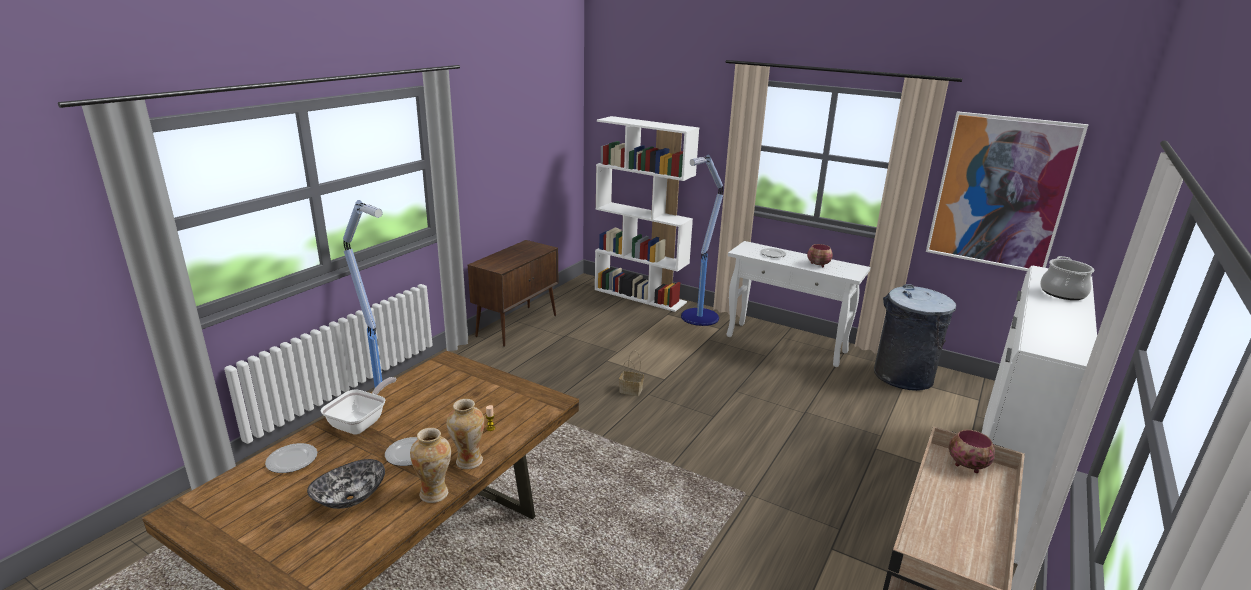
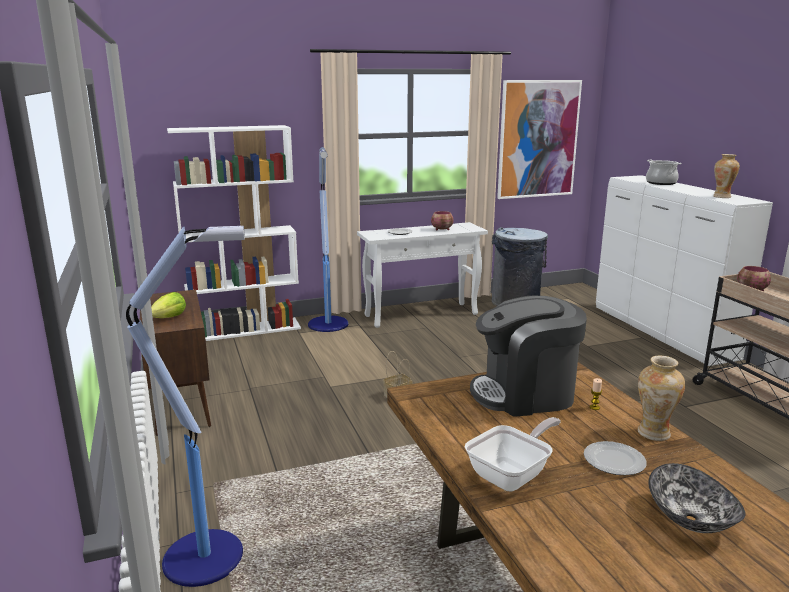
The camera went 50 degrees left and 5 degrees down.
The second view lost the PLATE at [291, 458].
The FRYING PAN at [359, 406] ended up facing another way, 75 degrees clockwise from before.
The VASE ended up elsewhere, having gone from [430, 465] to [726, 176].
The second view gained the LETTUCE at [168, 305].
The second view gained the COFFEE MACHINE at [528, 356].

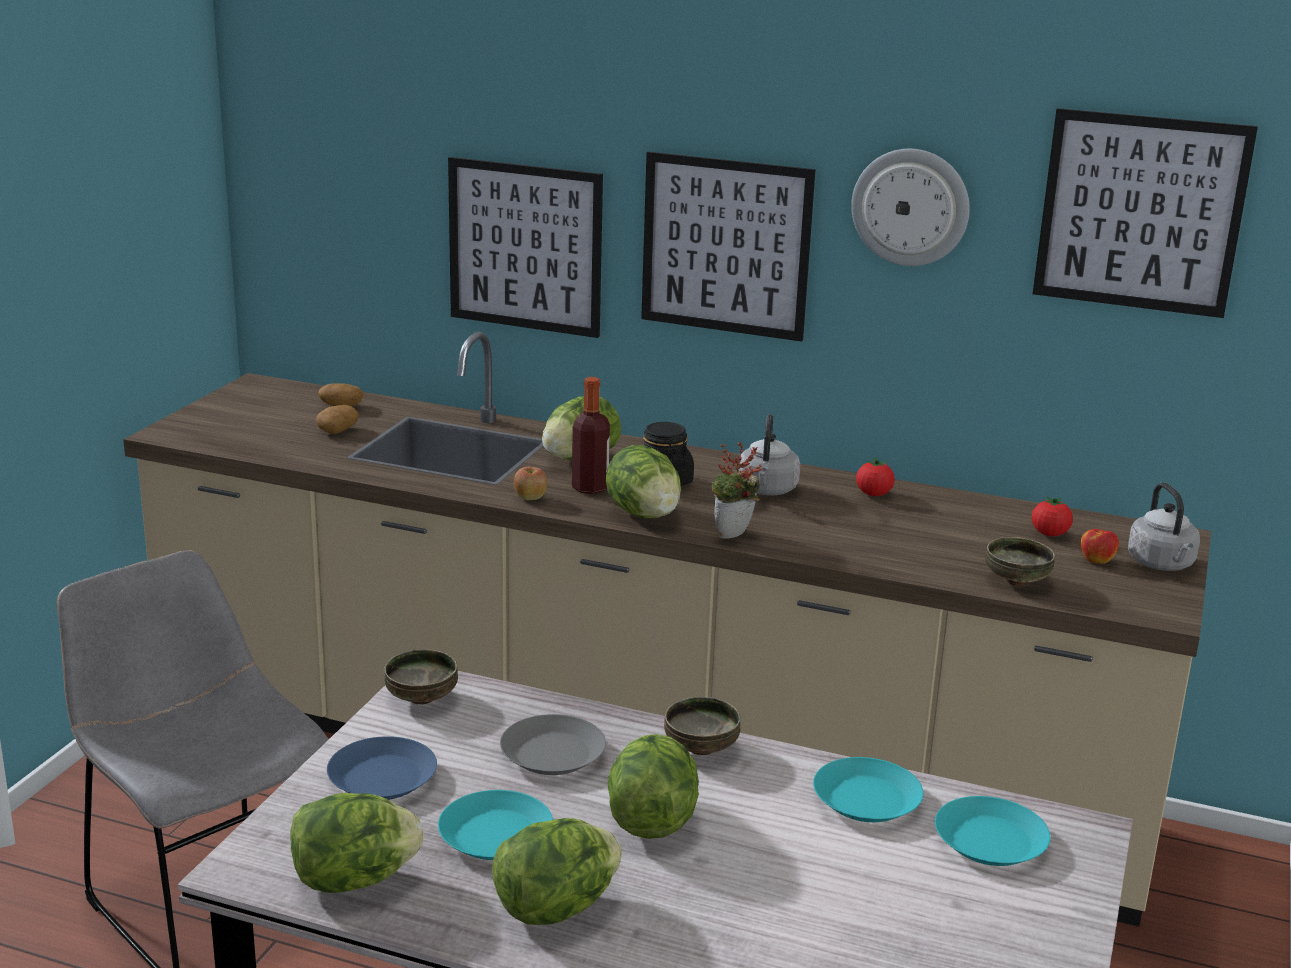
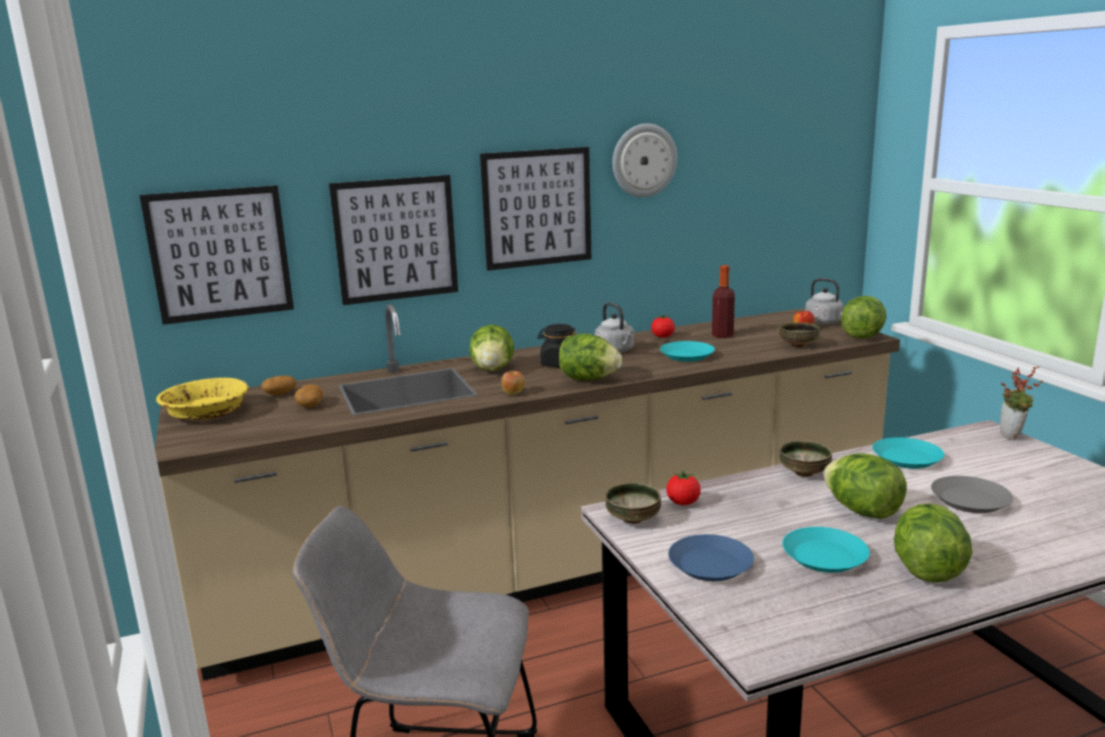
The camera went 40 degrees left and 5 degrees down.
The LETTUCE ended up elsewhere, having gone from [356, 843] to [863, 317].
The GREY PLATE ended up elsewhere, having gone from [553, 744] to [972, 494].
The BOTTLE ended up elsewhere, having gone from [591, 435] to [723, 301].
The POTTED PLANT ended up elsewhere, having gone from [736, 490] to [1021, 403].
The TURQUOISE PLATE ended up elsewhere, having gone from [992, 831] to [687, 351].
The TOMATO ended up elsewhere, having gone from [1052, 516] to [683, 487].
The PICTURE ended up elsewhere, having gone from [1145, 213] to [217, 255].
The second view gained the YELLOW BOWL at [202, 398].

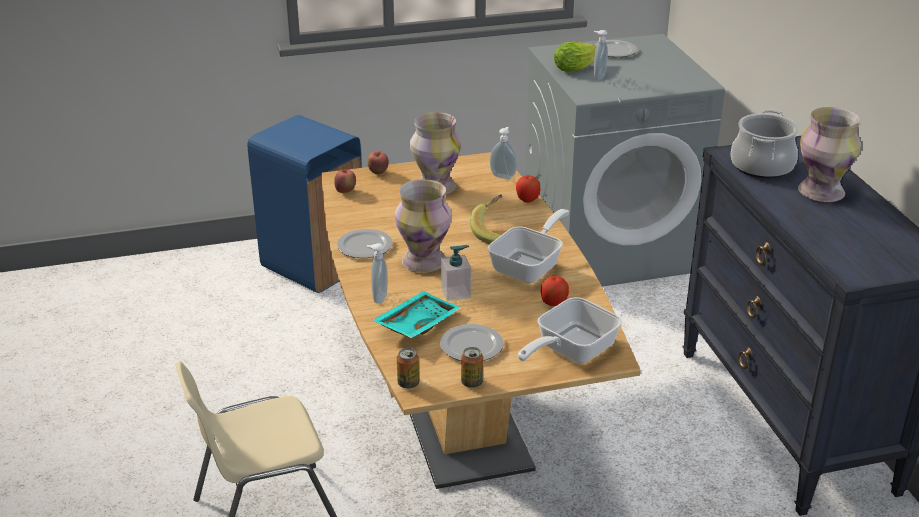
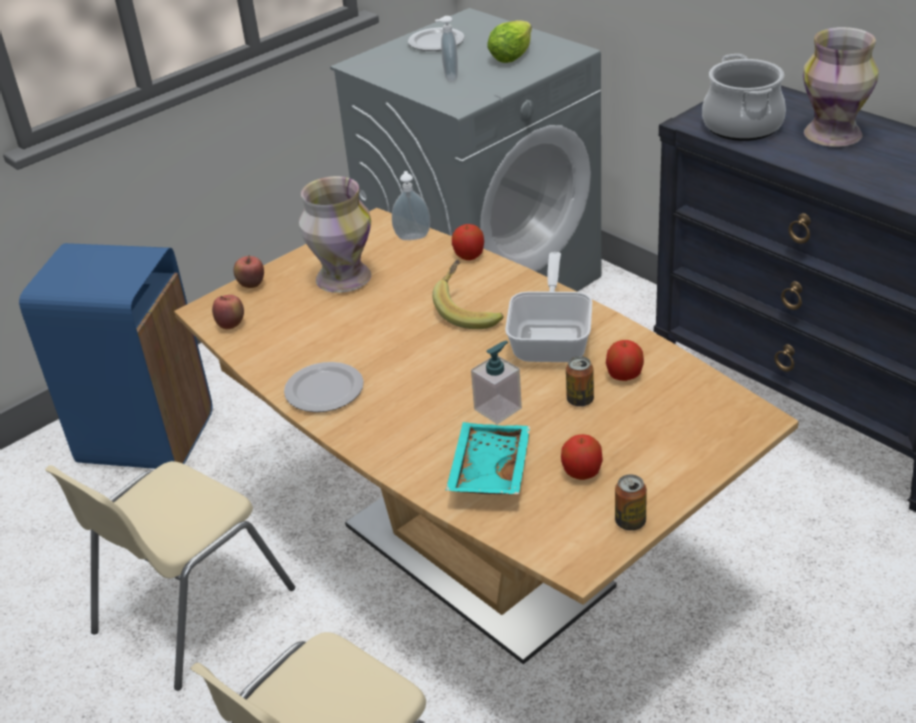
The camera went 25 degrees left and 5 degrees up.
The second view lost the SOAP DISPENSER at [377, 273].
The second view lost the VASE at [423, 226].
The CAN ended up elsewhere, having gone from [408, 368] to [580, 381].
Where the PLATE stood at [472, 342], the APPLE came to stand at [582, 457].
The second view lost the FRYING PAN at [570, 330].
The LETTUCE ended up elsewhere, having gone from [575, 57] to [509, 41].
The second view gained the BEIGE CHAIR at [170, 576].

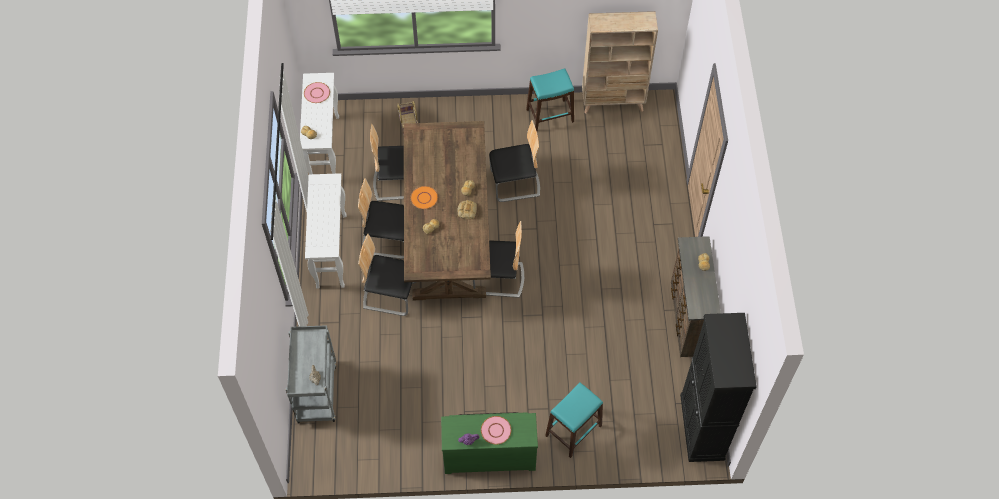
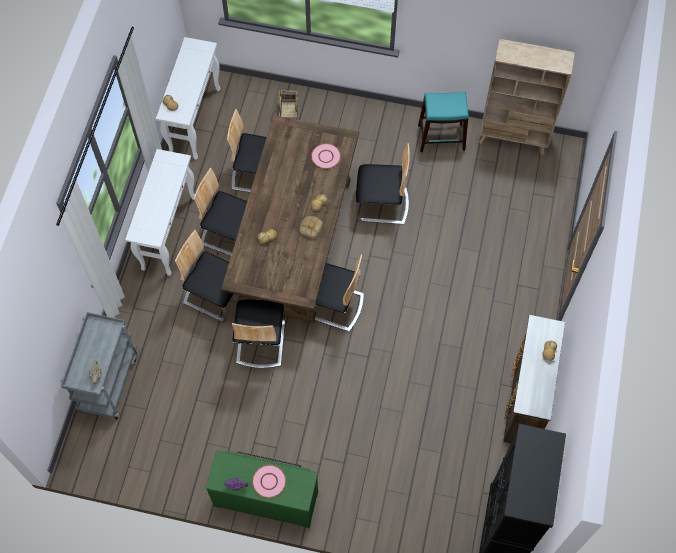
The camera went 15 degrees right and 5 degrees up.
The PINK PLATE ended up elsewhere, having gone from [317, 92] to [326, 156].
The second view lost the ORANGE PLATE at [424, 197].
The second view lost the TURQUOISE STOOL at [574, 420].
The second view gained the CHAIR at [258, 334].

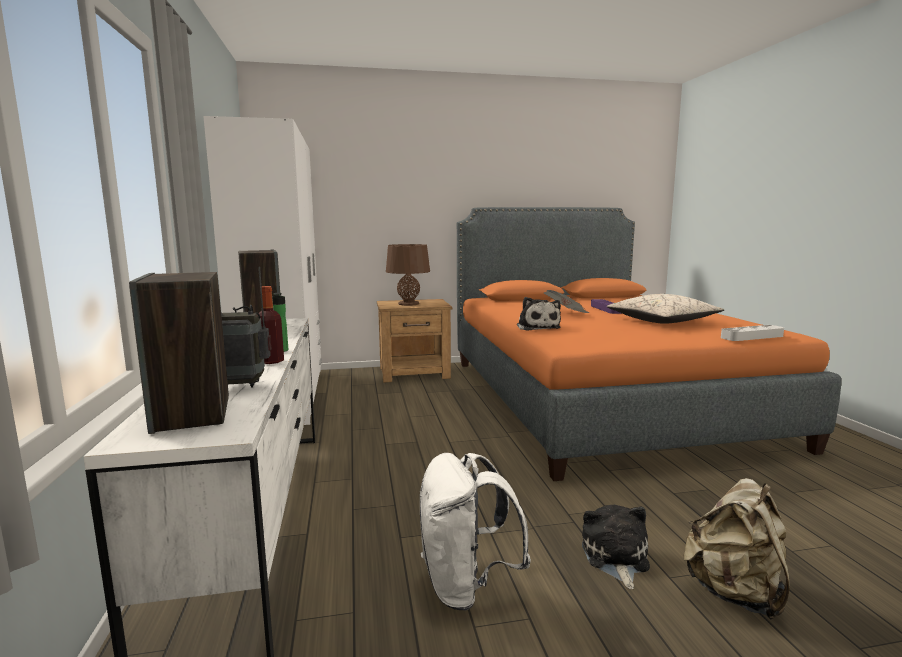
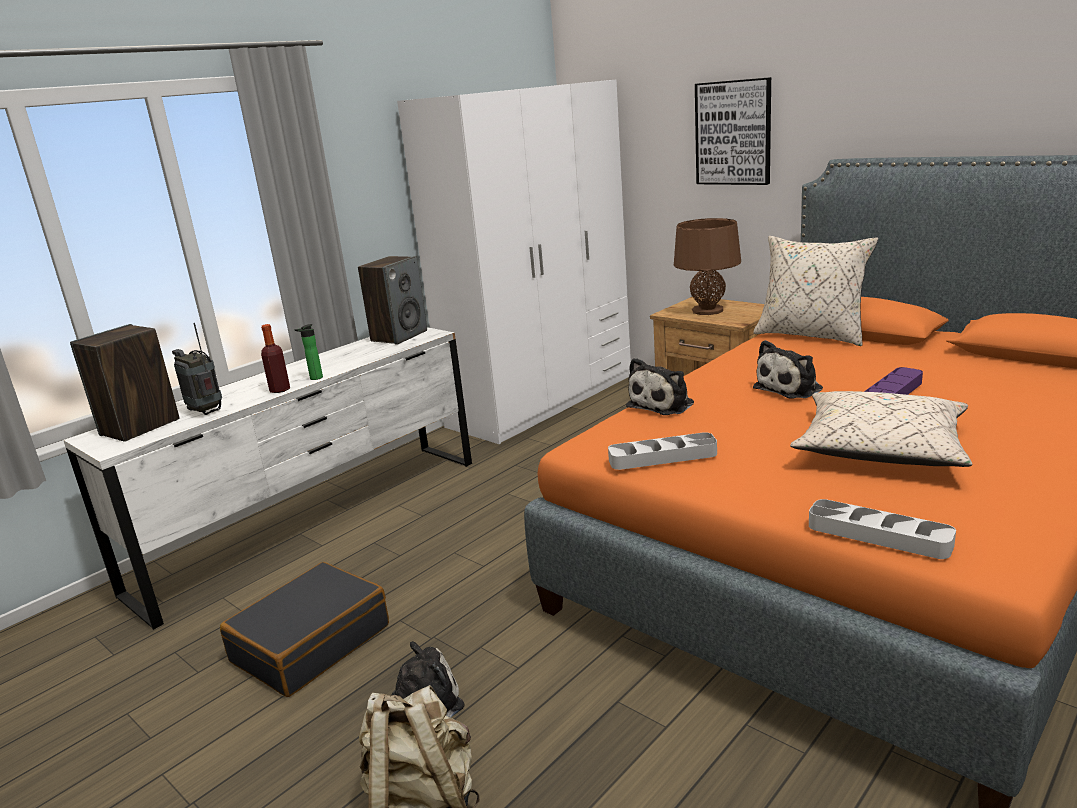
The camera went 55 degrees right and 10 degrees up.
Where the WHITE BACKPACK stood at [475, 531], the BLACK SUITCASE came to stand at [304, 629].
Where the NEWSPAPER stood at [566, 301], the PLUSH TOY came to stand at [788, 369].
The second view gained the GREY TRAY at [662, 451].
The second view gained the PICTURE at [733, 131].
The second view gained the BEIGE PILLOW at [815, 291].

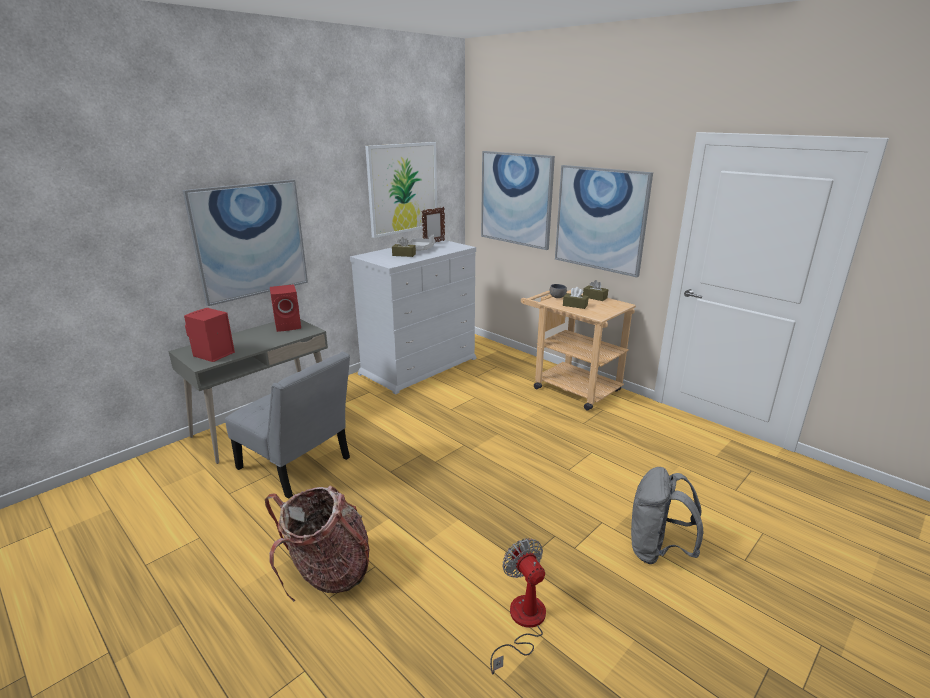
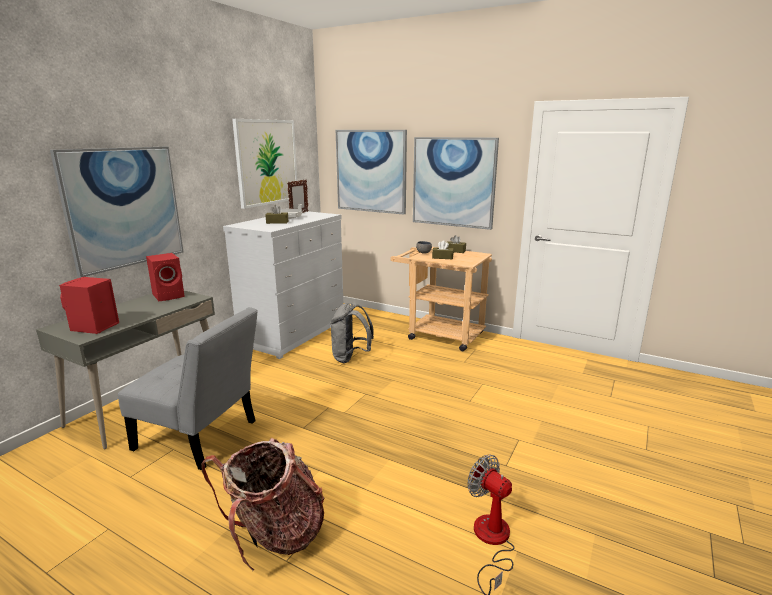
The camera went 15 degrees left and 5 degrees down.
The GREY BACKPACK ended up elsewhere, having gone from [667, 515] to [352, 333].

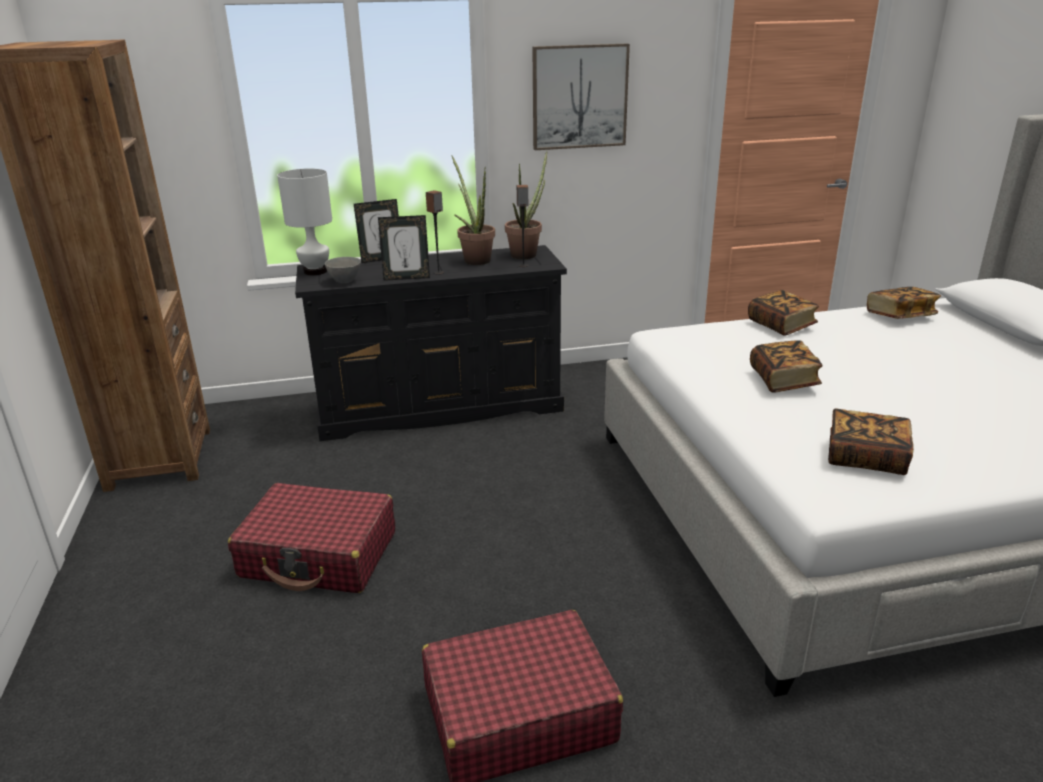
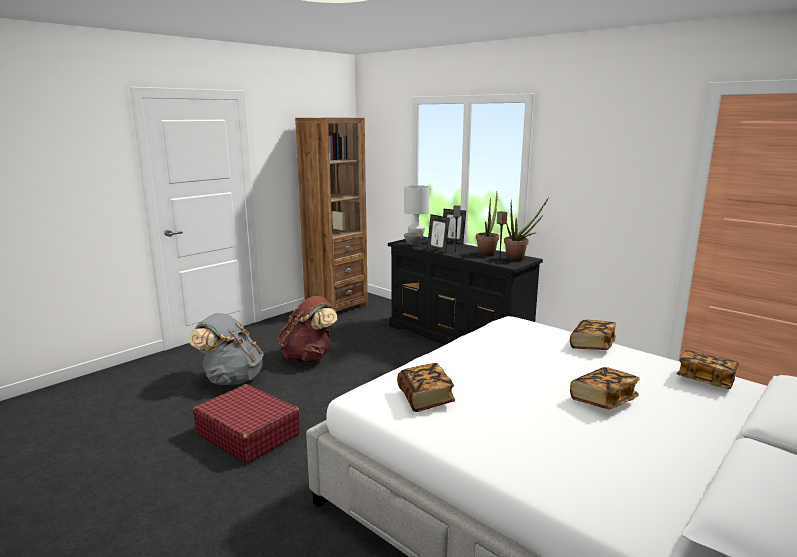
The camera went 55 degrees right and 10 degrees down.
Where the RED SUITCASE stood at [311, 538], the BROWN BACKPACK came to stand at [307, 329].
The second view lost the PICTURE at [581, 97].
The BOOK ended up elsewhere, having gone from [786, 366] to [605, 388].
The second view gained the GREY BACKPACK at [226, 349].

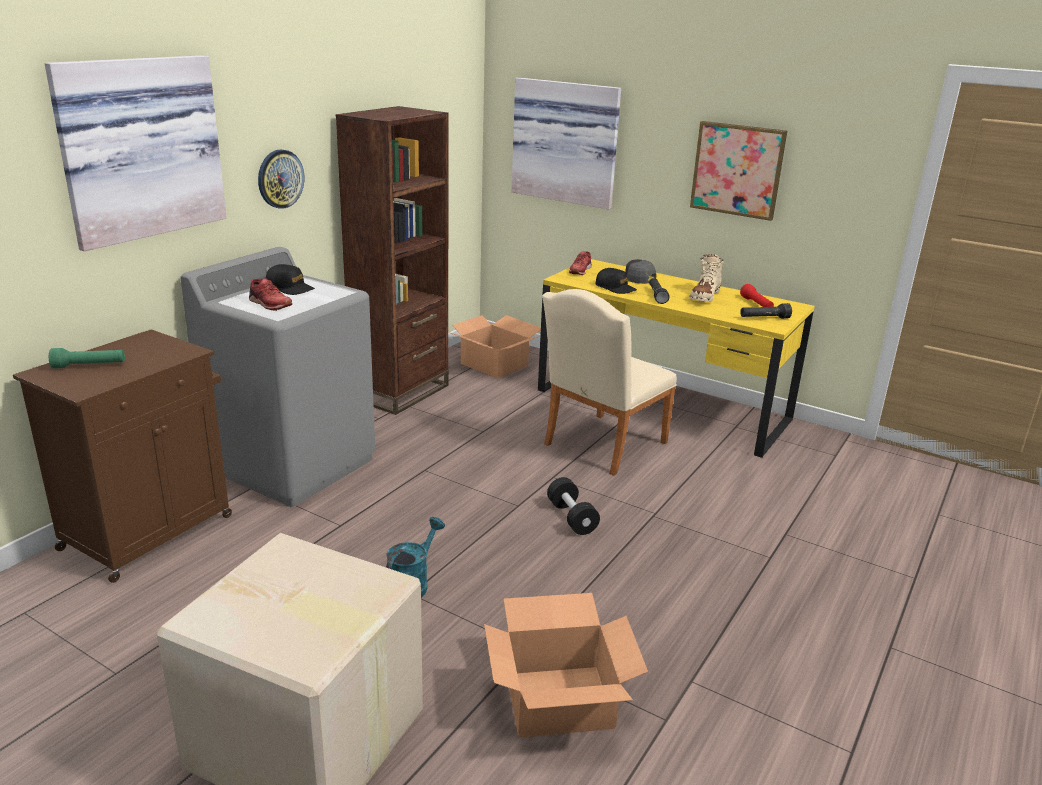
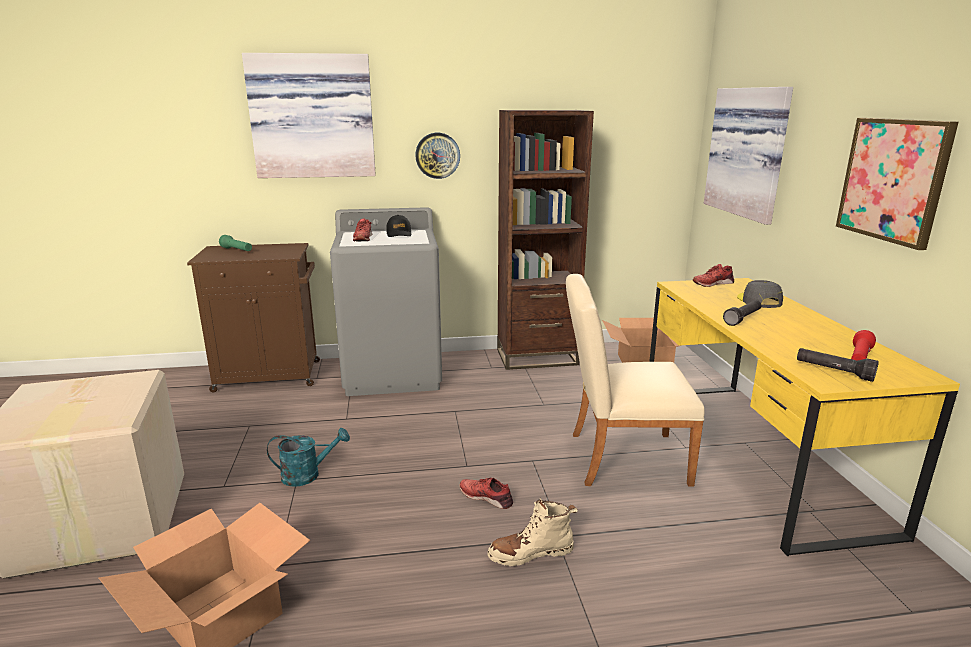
The camera went 50 degrees right and 5 degrees down.
Where the BLACK DUMBBELL stood at [573, 506], the RED SHOE came to stand at [486, 493].
The second view lost the BLACK CAP at [616, 281].
The BEIGE BOOT ended up elsewhere, having gone from [706, 278] to [532, 532].

